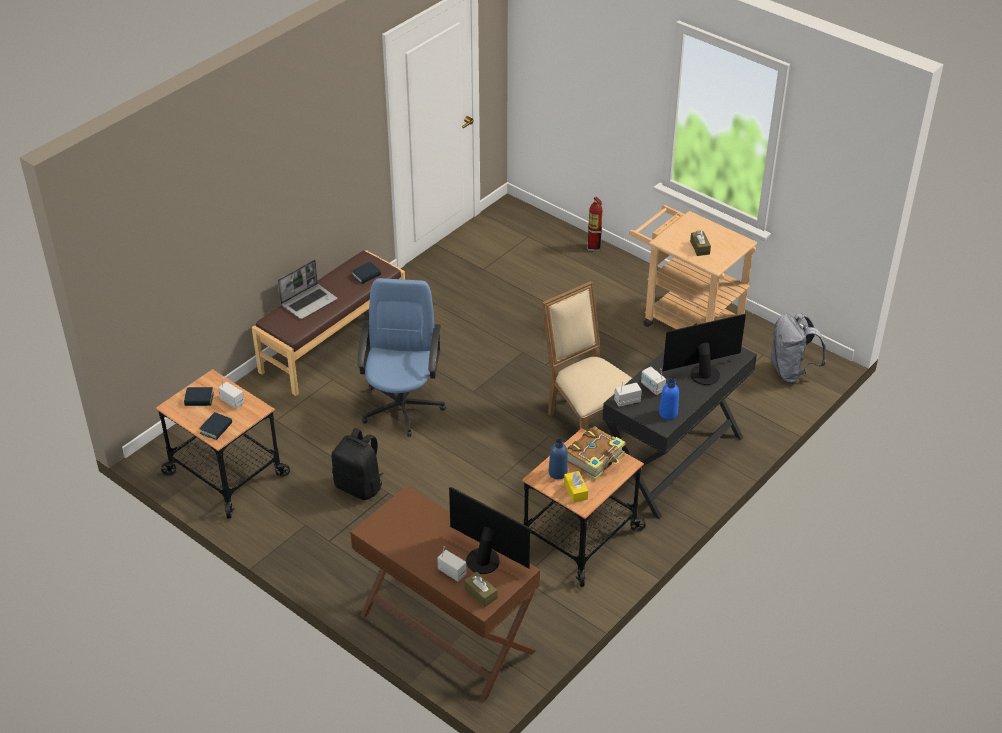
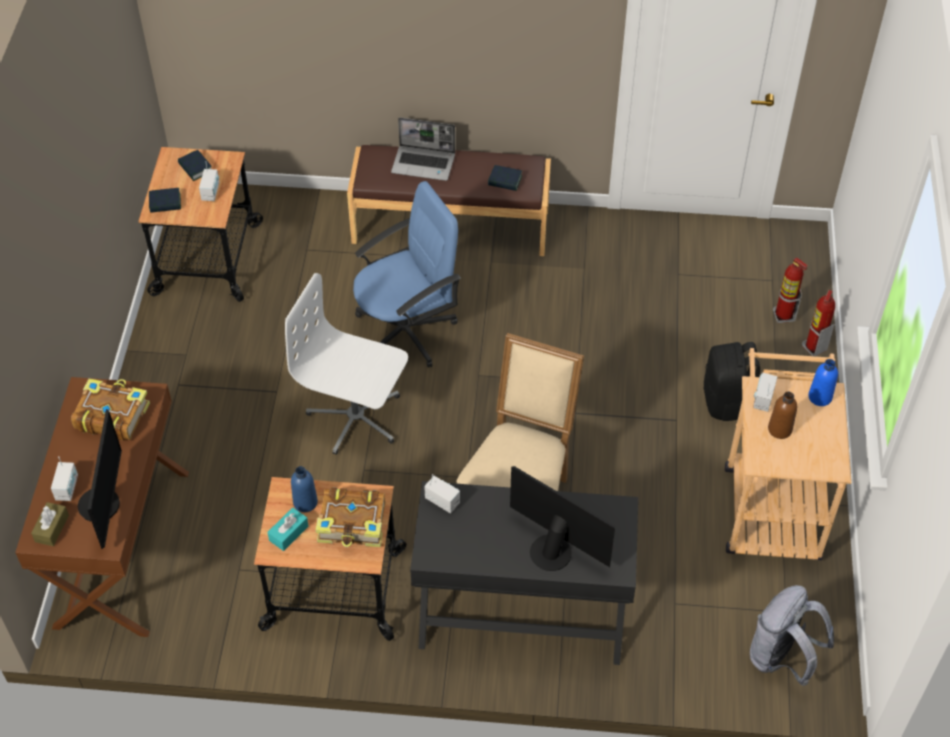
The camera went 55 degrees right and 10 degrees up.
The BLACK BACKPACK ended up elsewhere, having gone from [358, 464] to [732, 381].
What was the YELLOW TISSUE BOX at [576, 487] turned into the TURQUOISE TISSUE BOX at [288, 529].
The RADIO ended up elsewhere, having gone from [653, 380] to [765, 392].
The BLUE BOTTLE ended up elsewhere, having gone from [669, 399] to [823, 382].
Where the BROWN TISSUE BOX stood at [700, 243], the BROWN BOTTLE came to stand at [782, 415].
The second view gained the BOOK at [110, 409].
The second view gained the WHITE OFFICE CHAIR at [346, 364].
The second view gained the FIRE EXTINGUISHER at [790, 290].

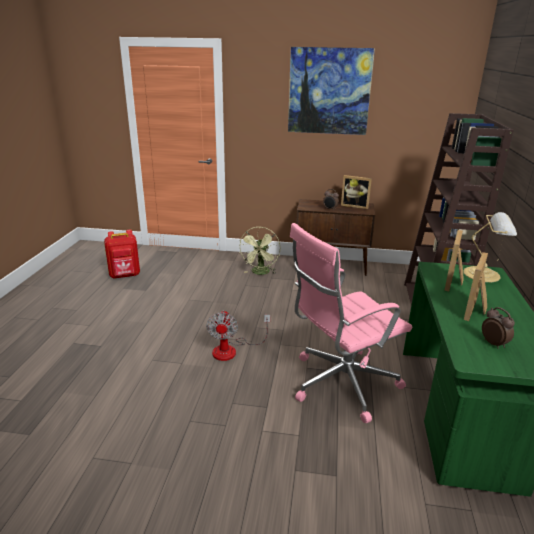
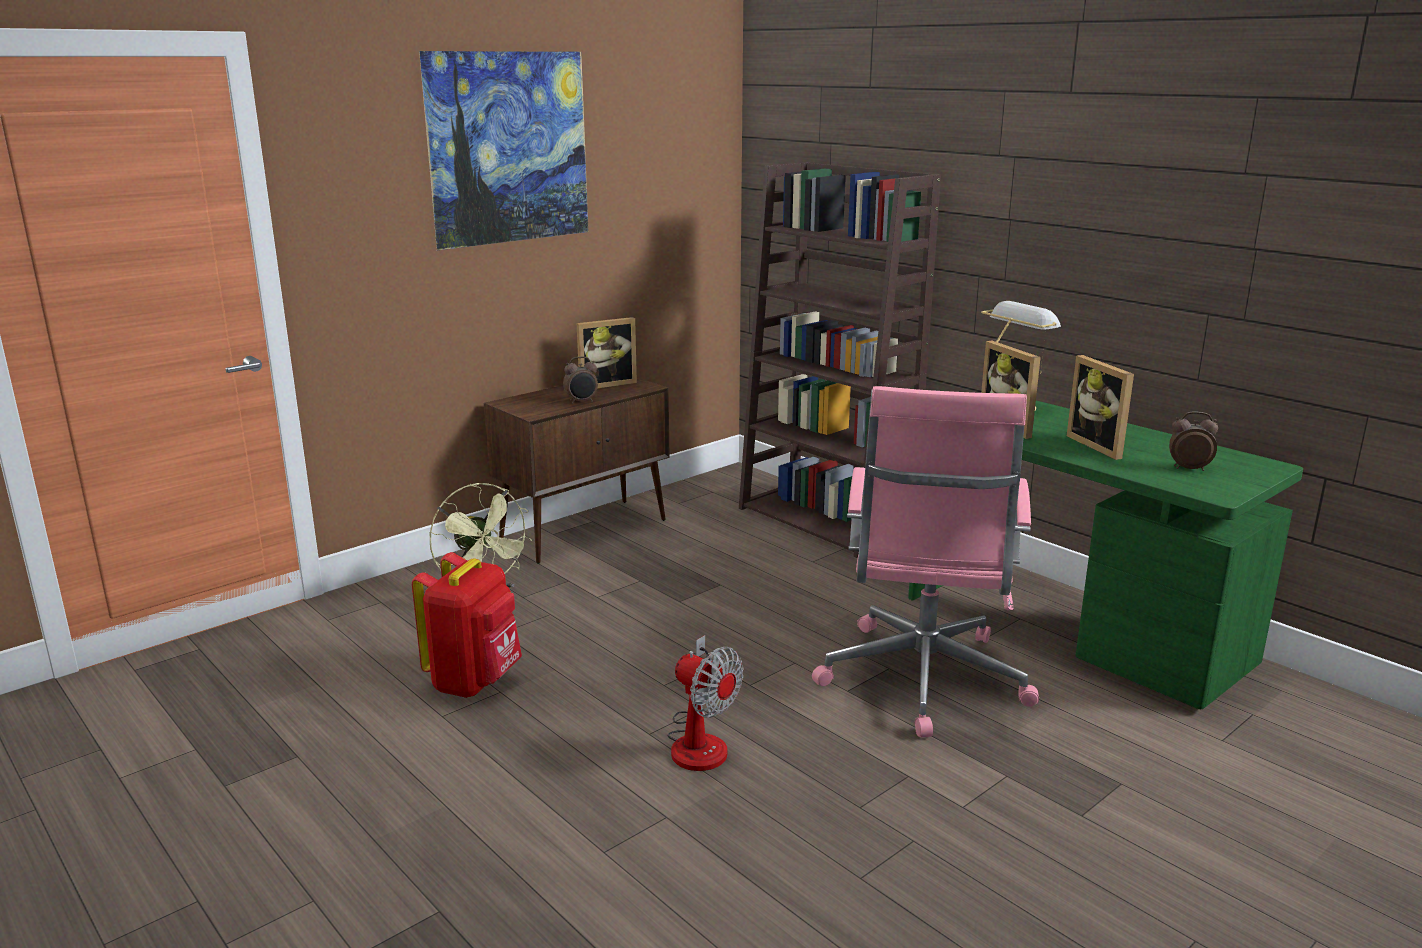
The camera went 50 degrees left and 5 degrees down.
The RED BACKPACK ended up elsewhere, having gone from [122, 254] to [467, 625].

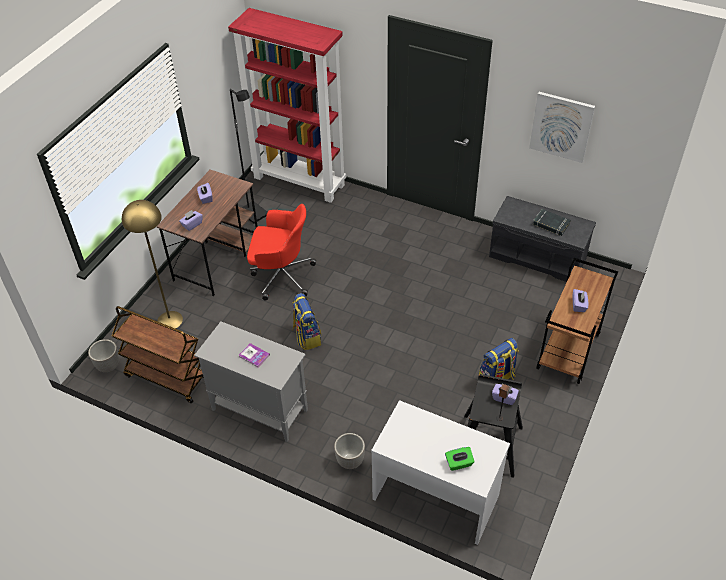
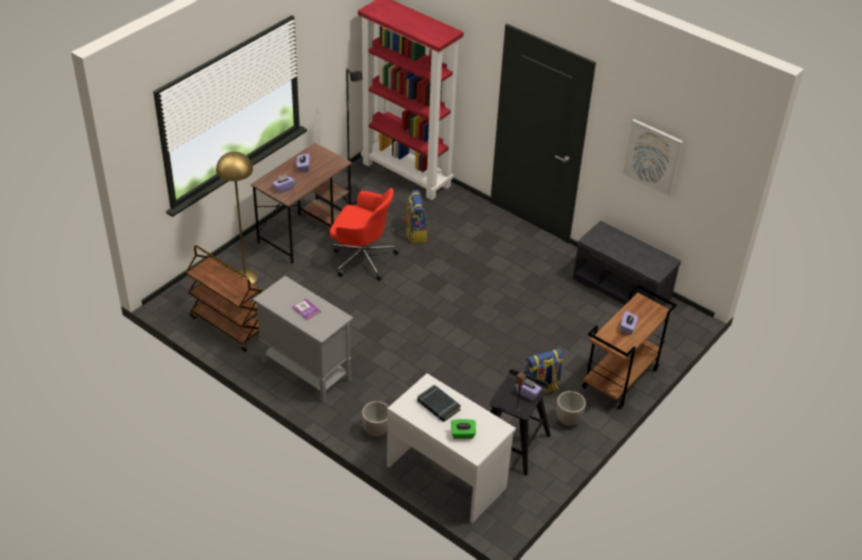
The camera went 10 degrees right and 5 degrees down.
The PLANTER ended up elsewhere, having gone from [103, 355] to [571, 408].
The BACKPACK ended up elsewhere, having gone from [306, 321] to [416, 216].
The BLACK BOOK ended up elsewhere, having gone from [552, 222] to [439, 403].

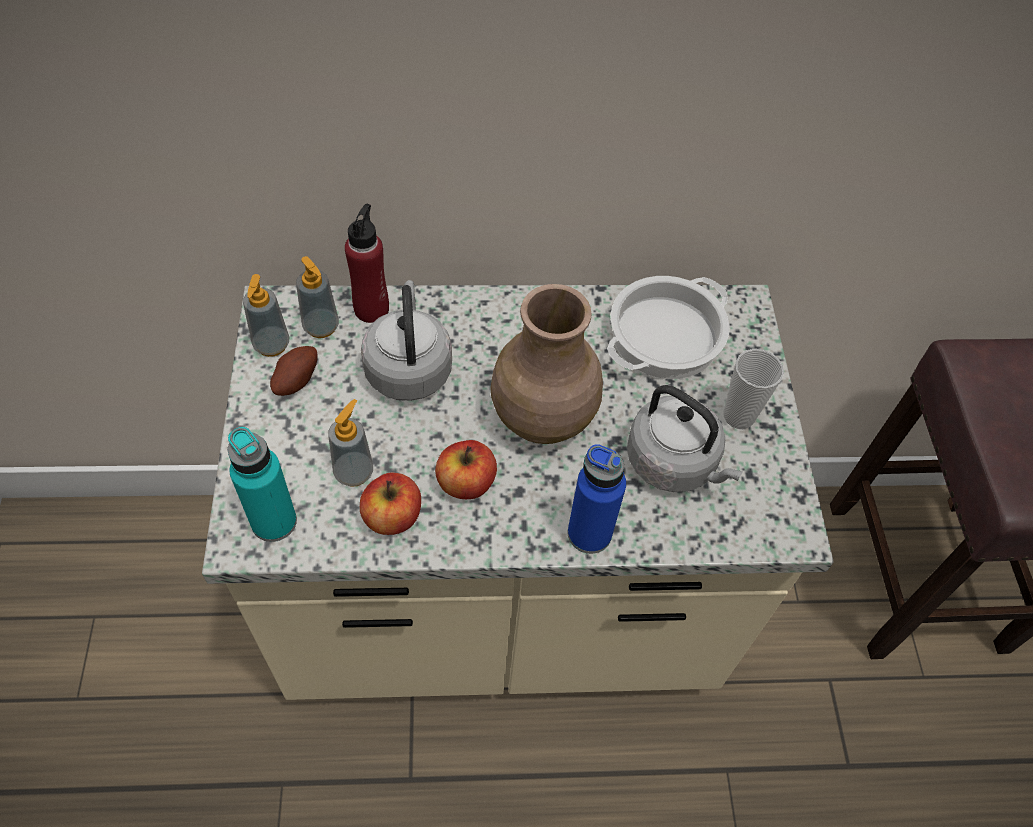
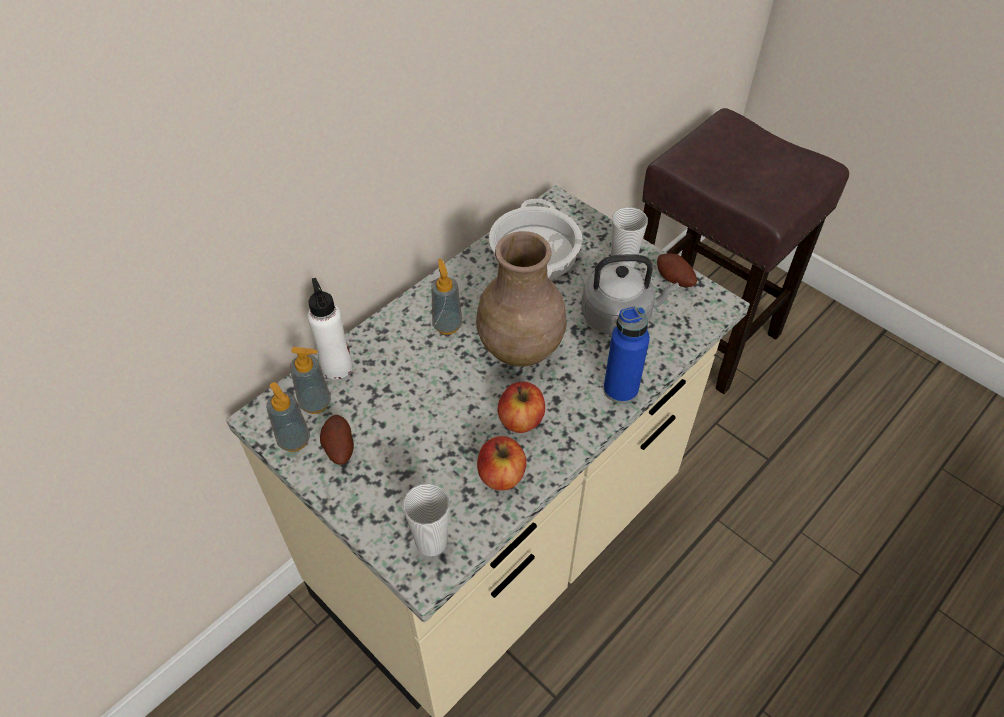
The camera went 40 degrees left and 5 degrees down.
Where the TURQUOISE BOTTLE stood at [262, 484], the CUP came to stand at [426, 519].
The SOAP DISPENSER ended up elsewhere, having gone from [350, 443] to [446, 297].
What was the RED BOTTLE at [367, 263] turned into the WHITE BOTTLE at [329, 328].
The second view lost the GREY KETTLE at [406, 340].
The second view gained the POTATO at [677, 270].

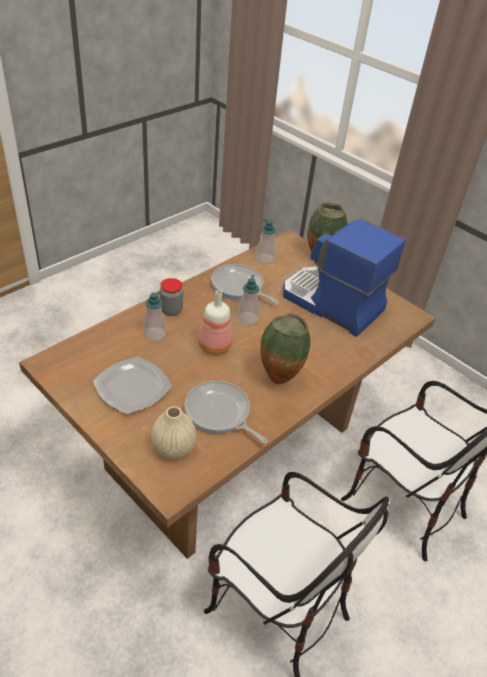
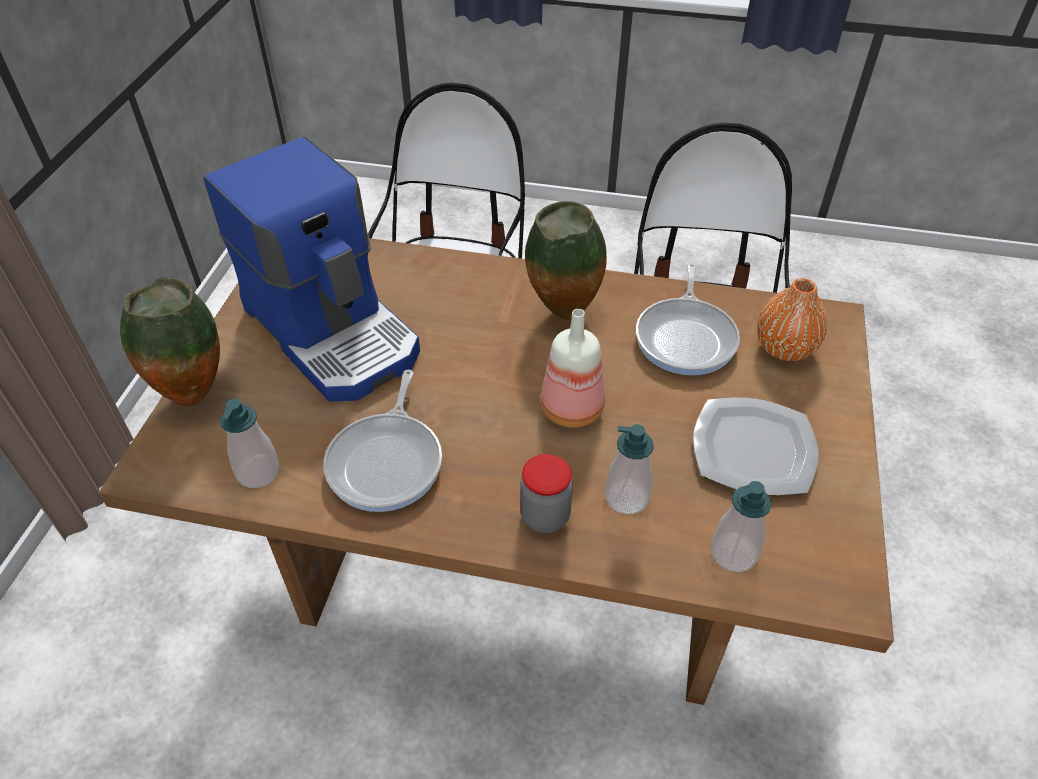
The camera went 120 degrees left and 5 degrees up.
What was the BEIGE VASE at [173, 432] turned into the ORANGE VASE at [792, 319].
The SOAP DISPENSER ended up elsewhere, having gone from [248, 300] to [741, 526].
The COFFEE MACHINE at [344, 278] ended up facing another way, 45 degrees counterclockwise from before.

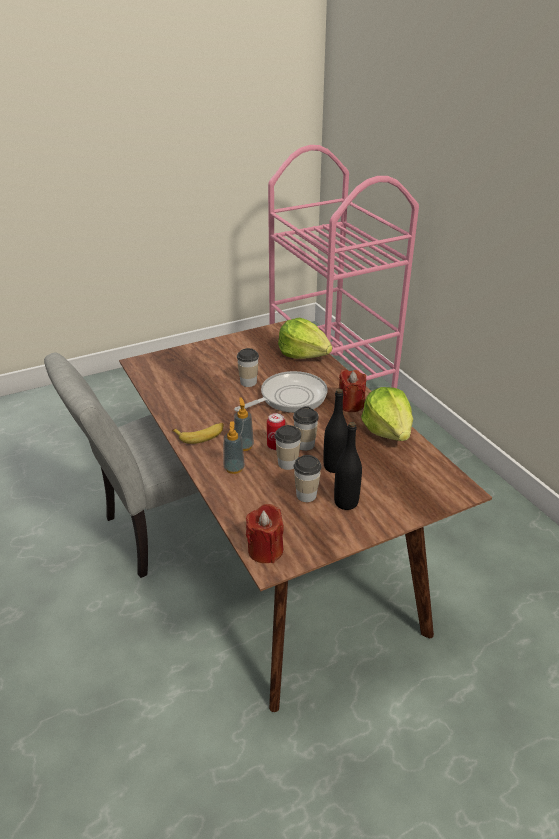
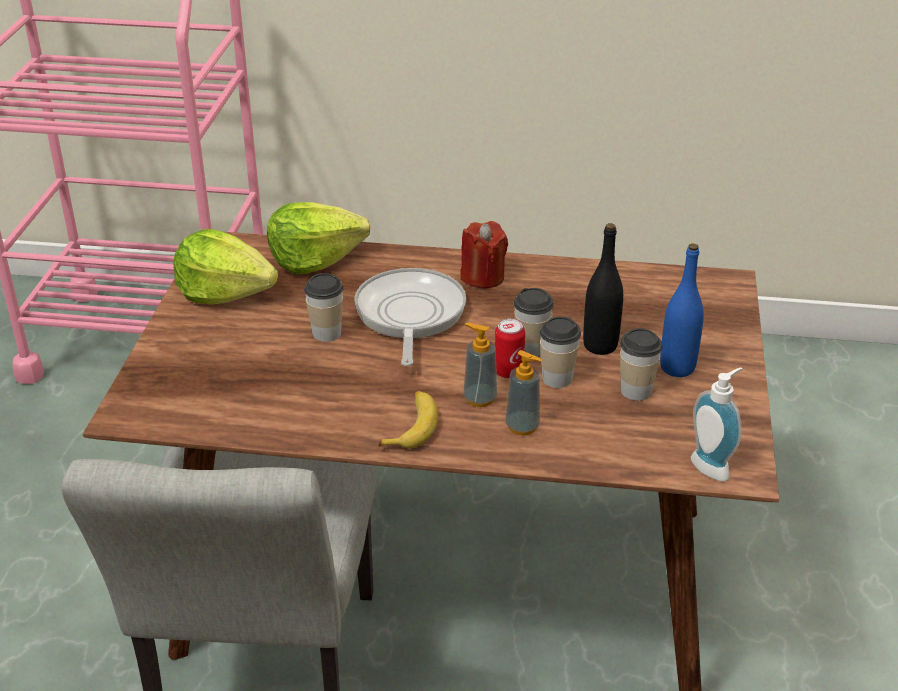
The camera went 55 degrees left and 0 degrees up.
Where the RED CANDLE stood at [265, 533], the SOAP DISPENSER came to stand at [717, 424].
What was the BLACK BOTTLE at [348, 466] turned into the BLUE BOTTLE at [682, 310].
The LETTUCE ended up elsewhere, having gone from [387, 414] to [226, 266].

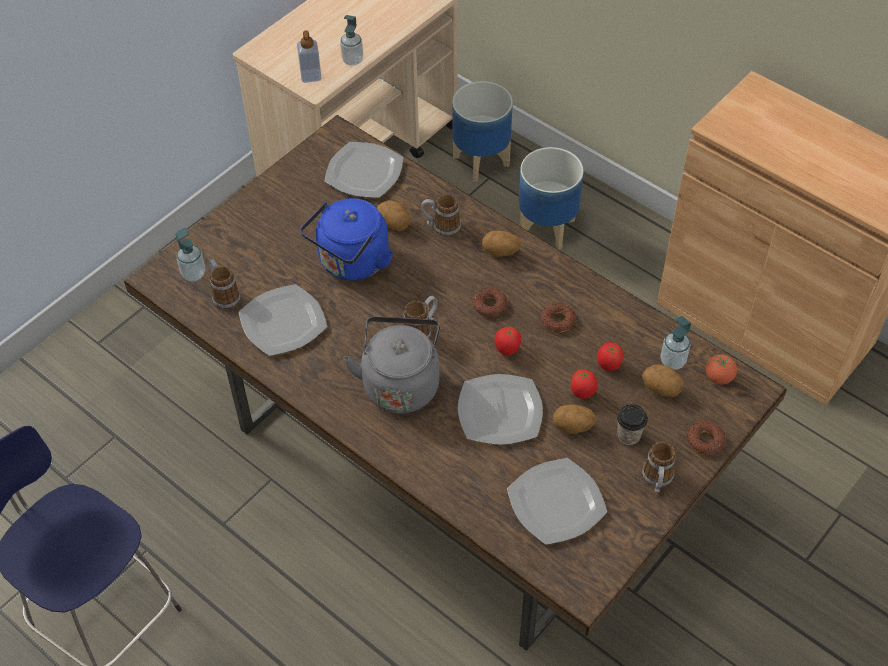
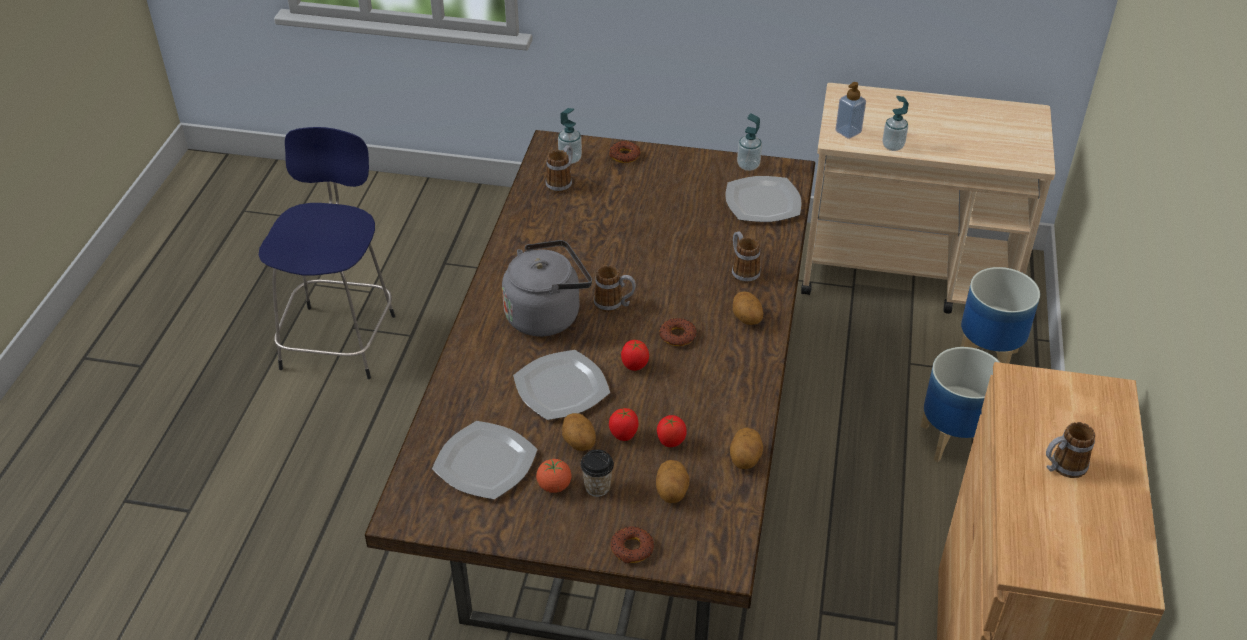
The camera went 60 degrees right and 10 degrees down.
The second view lost the PLATE at [283, 320].
The second view lost the BLUE KETTLE at [346, 239].
The POTATO ended up elsewhere, having gone from [393, 215] to [746, 448].
The DONUT ended up elsewhere, having gone from [558, 318] to [625, 152].
The MUG ended up elsewhere, having gone from [659, 467] to [1070, 450].
The SOAP DISPENSER ended up elsewhere, having gone from [676, 343] to [749, 142].
The TOMATO ended up elsewhere, having gone from [721, 369] to [553, 476].

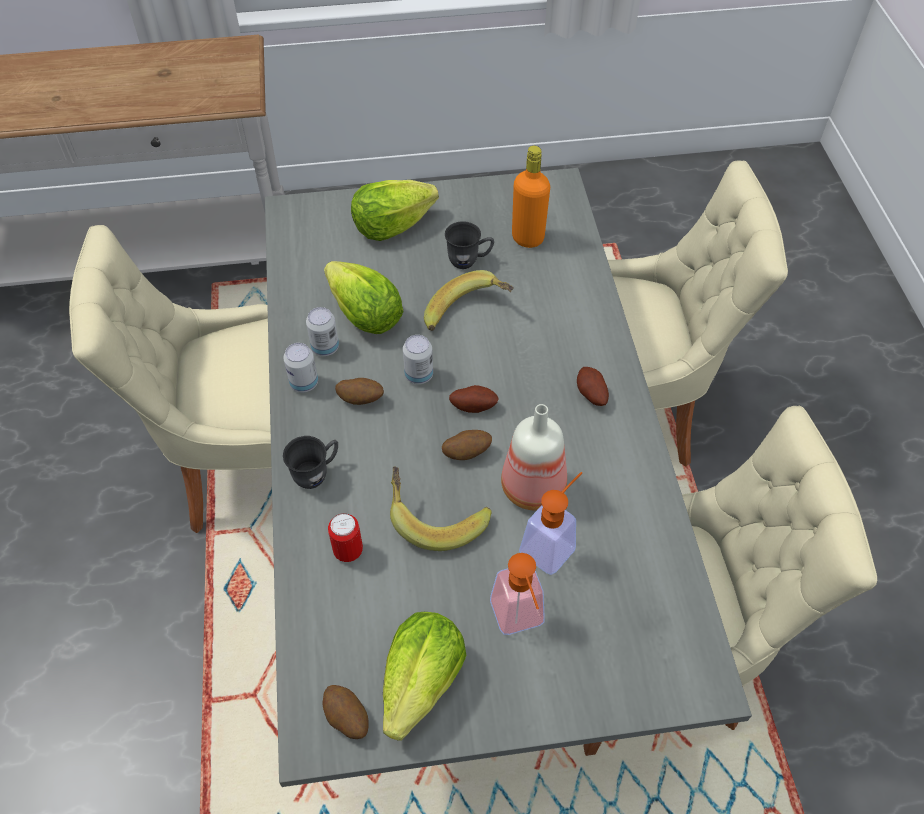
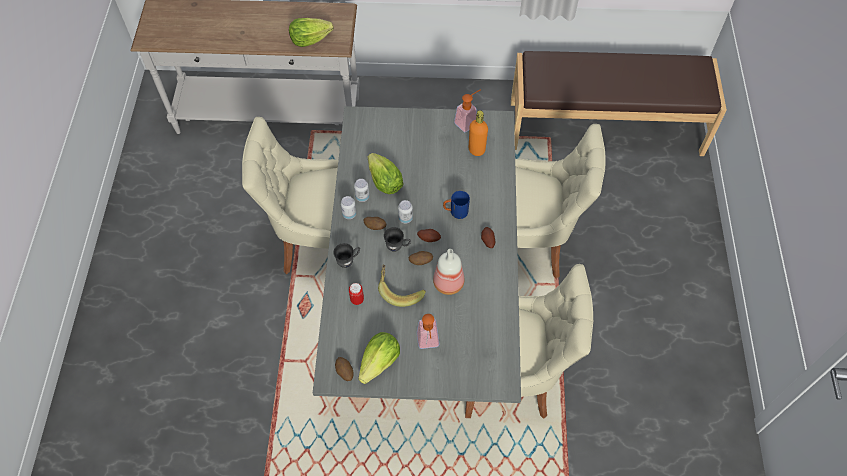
The camera went 10 degrees right and 5 degrees up.
The LETTUCE ended up elsewhere, having gone from [395, 210] to [311, 32].
The second view lost the BANANA at [469, 300].
The GREY MUG ended up elsewhere, having gone from [469, 245] to [397, 239].
The SOAP DISPENSER ended up elsewhere, having gone from [550, 523] to [467, 110].
The second view gained the BLUE MUG at [456, 205].
The second view gained the BROWN BENCH at [619, 103].

